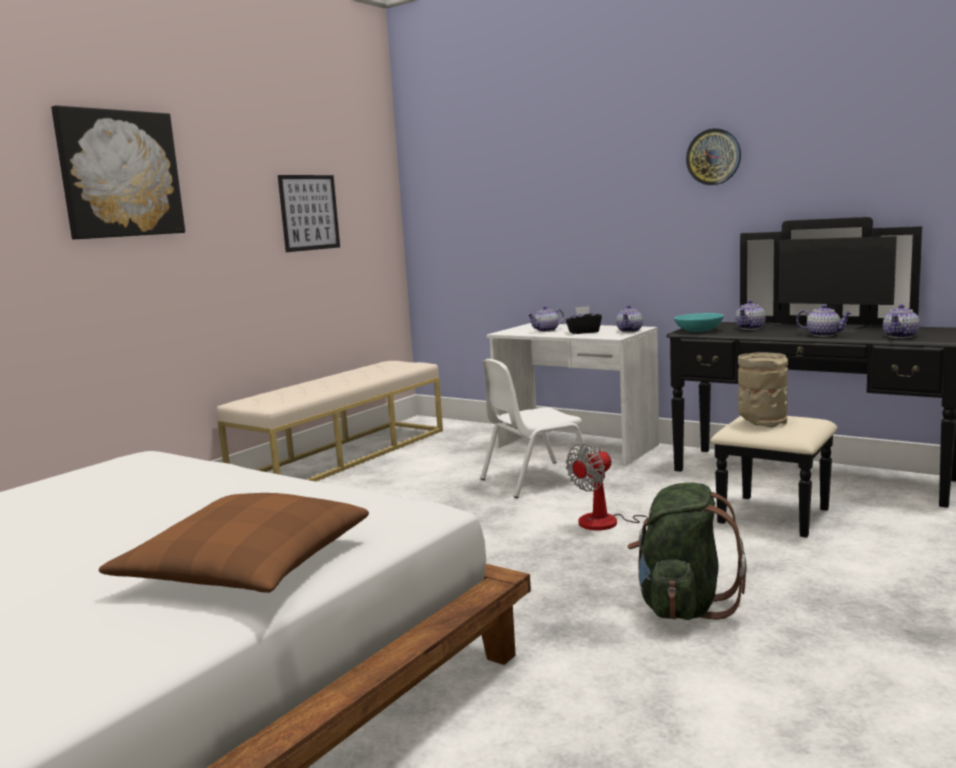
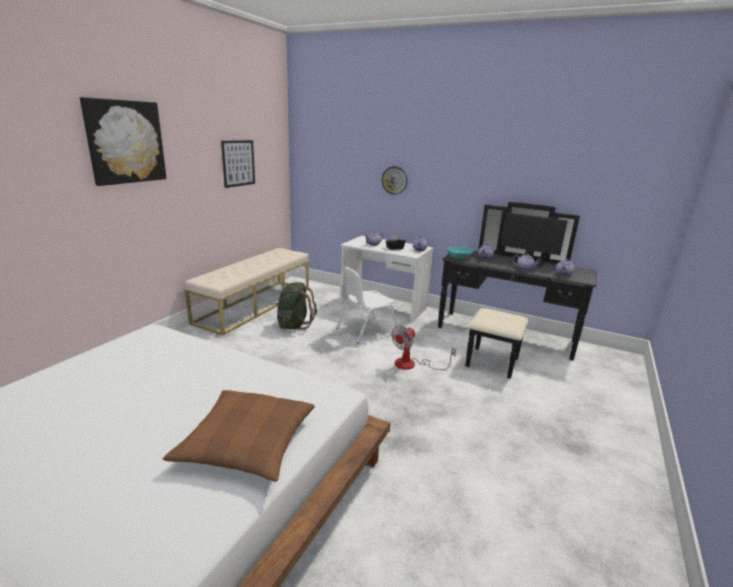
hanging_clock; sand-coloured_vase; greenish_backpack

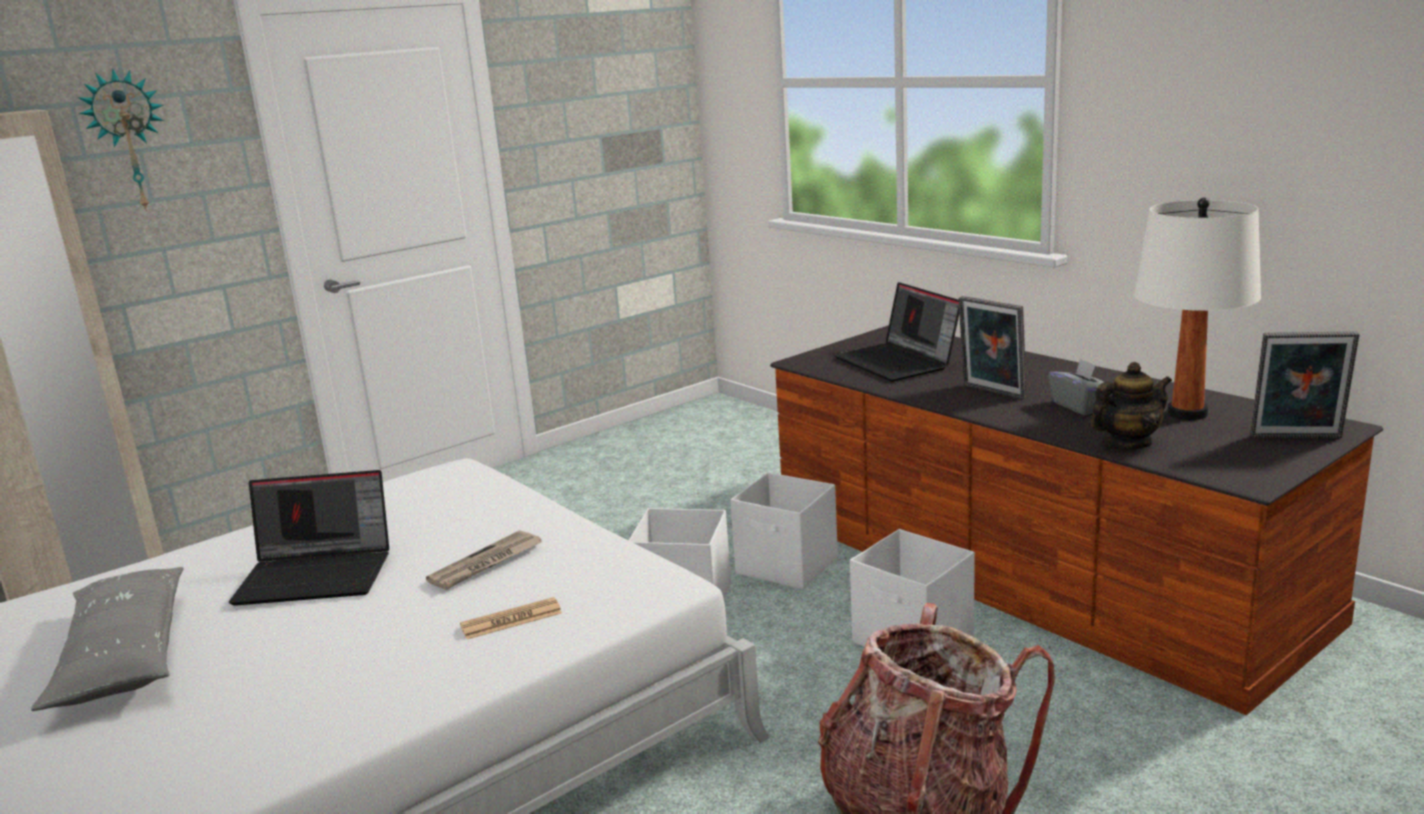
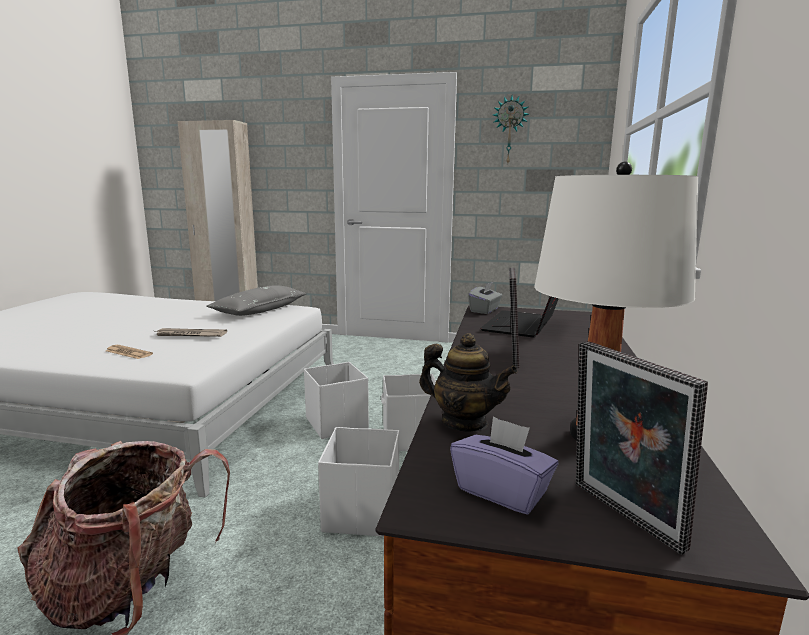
hanging_clock; gray_box_of_tissues; laptop (no. 1 from left in the first image); gray_pillow; purple-coloured_box_of_tissues

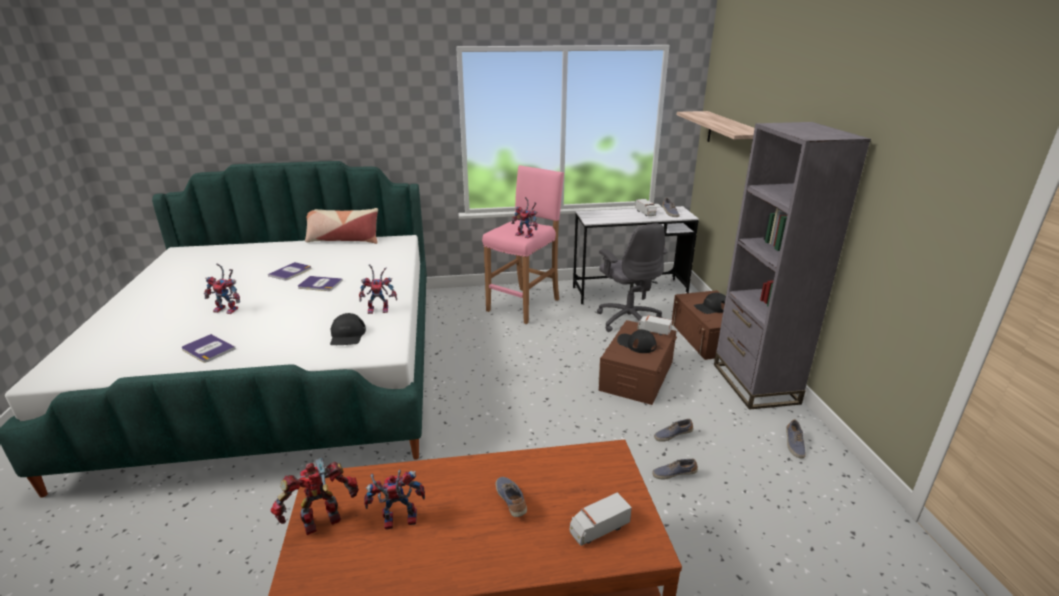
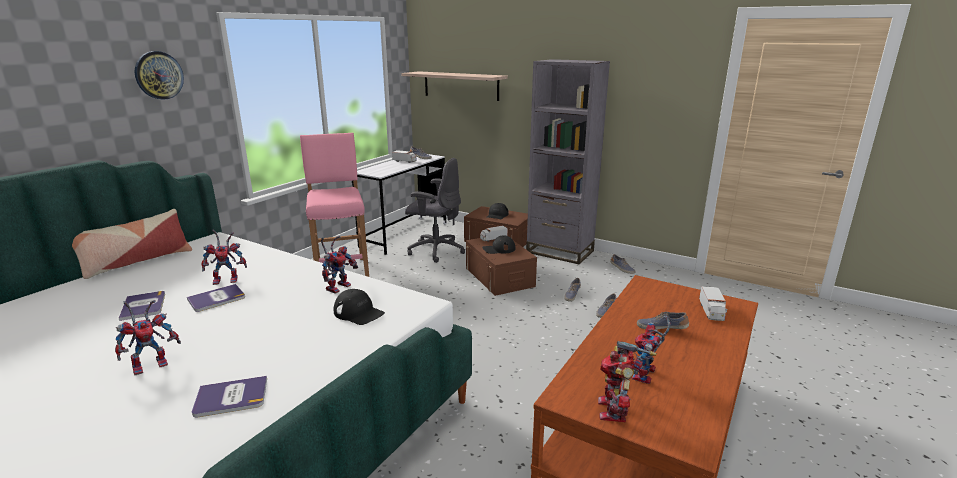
toy_robot (no. 2 from left); hanging_clock

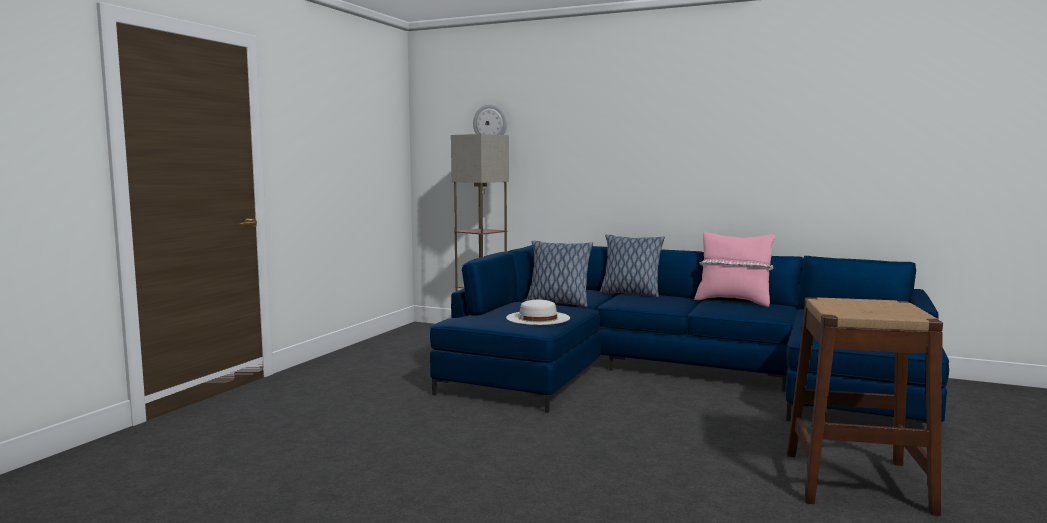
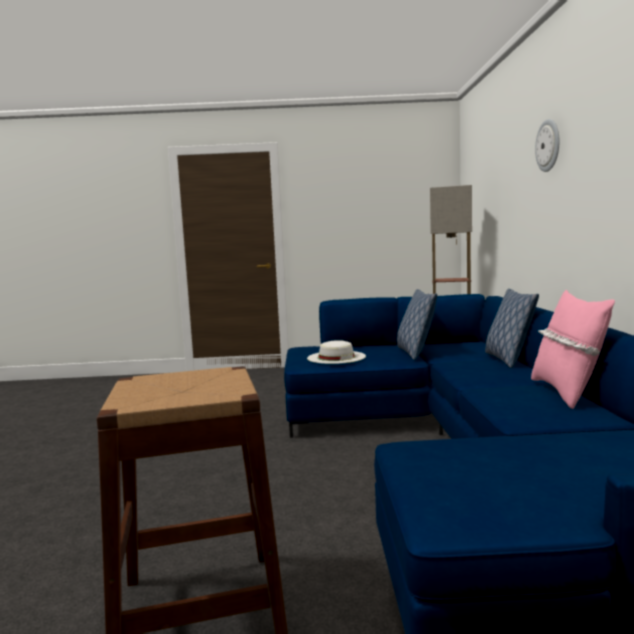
hanging_clock

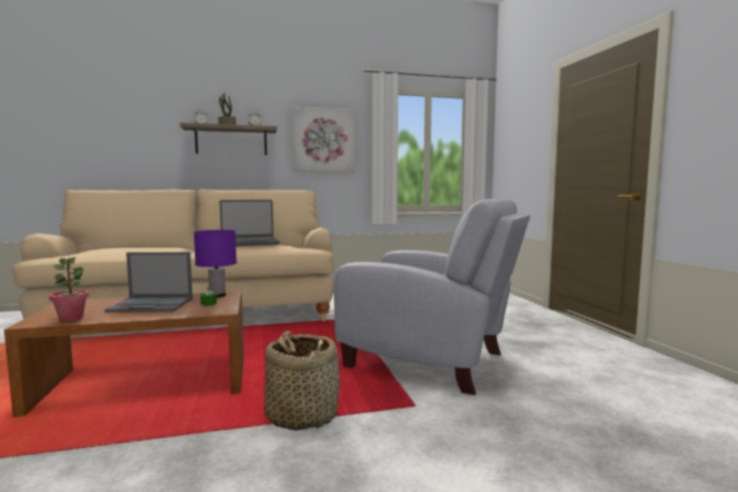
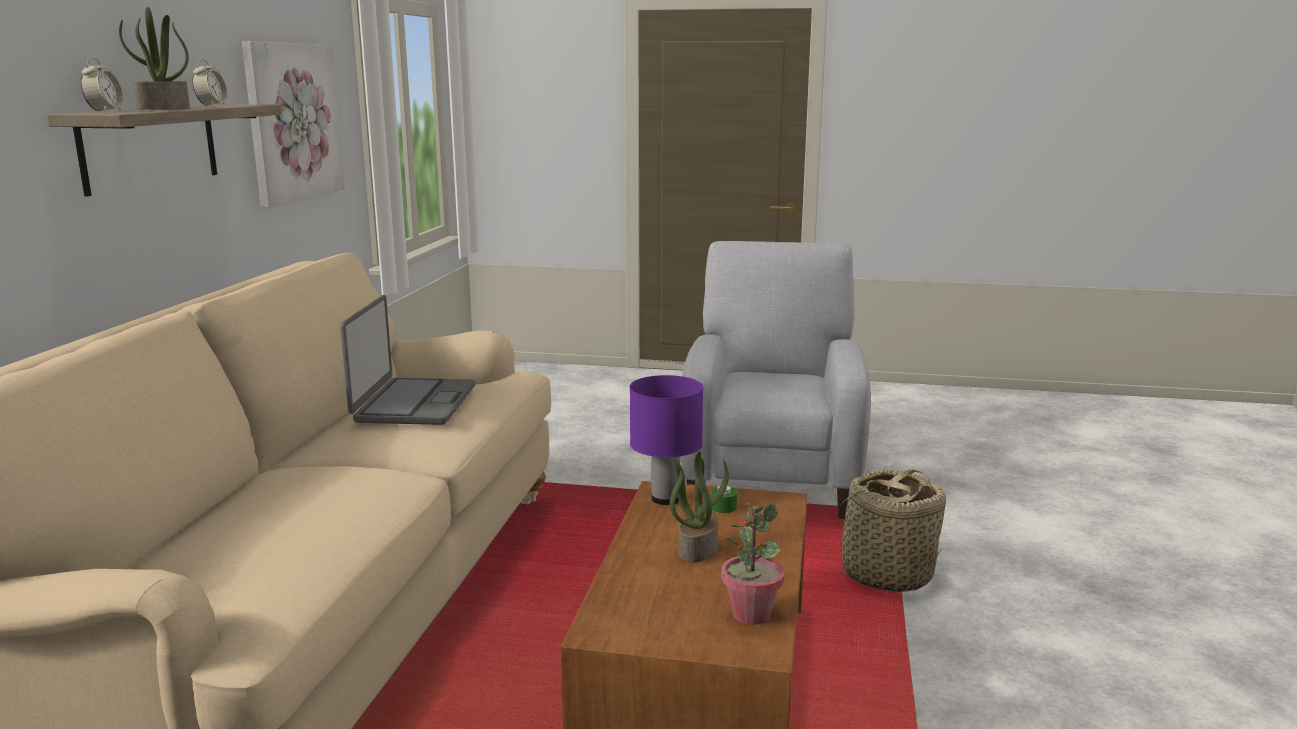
gray_easy_chair; potted_plant (no. 2 from left)

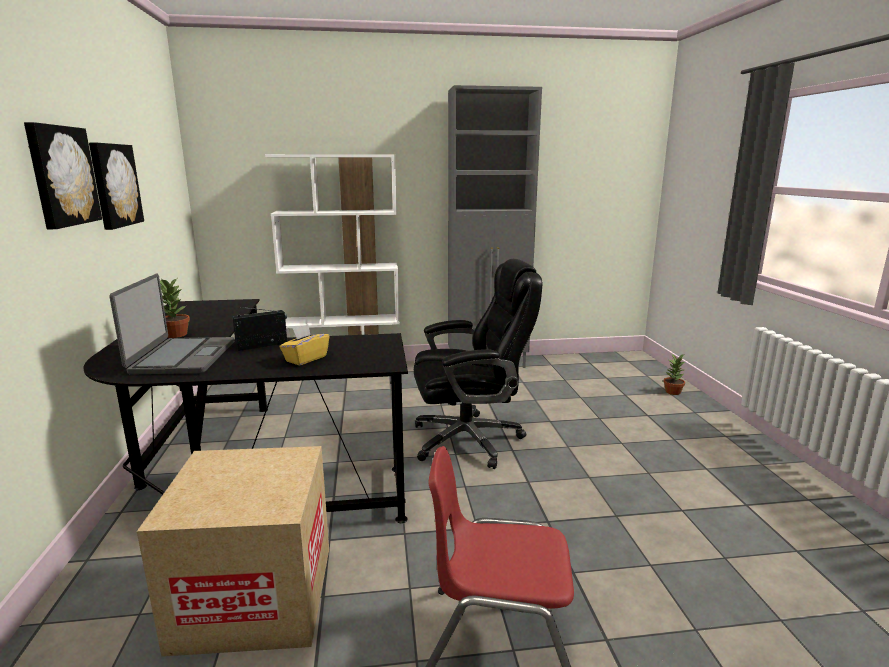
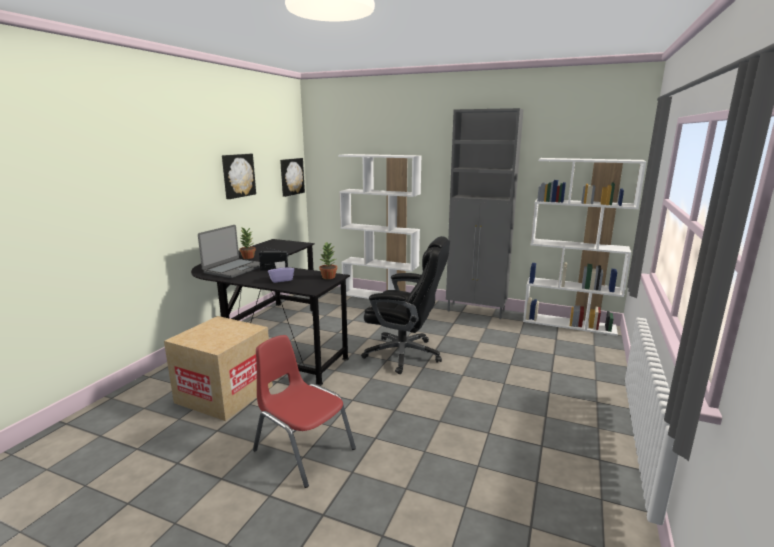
wall_art (no. 2 from left); purple-coloured_box_of_tissues; potted_plant (no. 2 from left); white-coloured_shelving_unit (no. 2 from left)

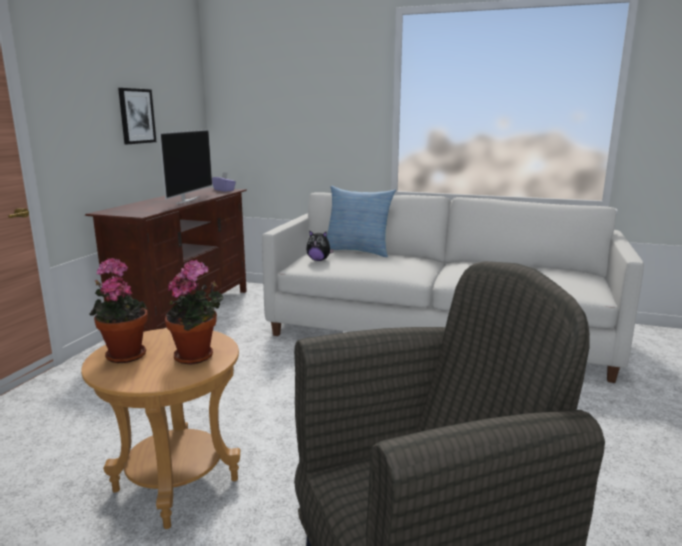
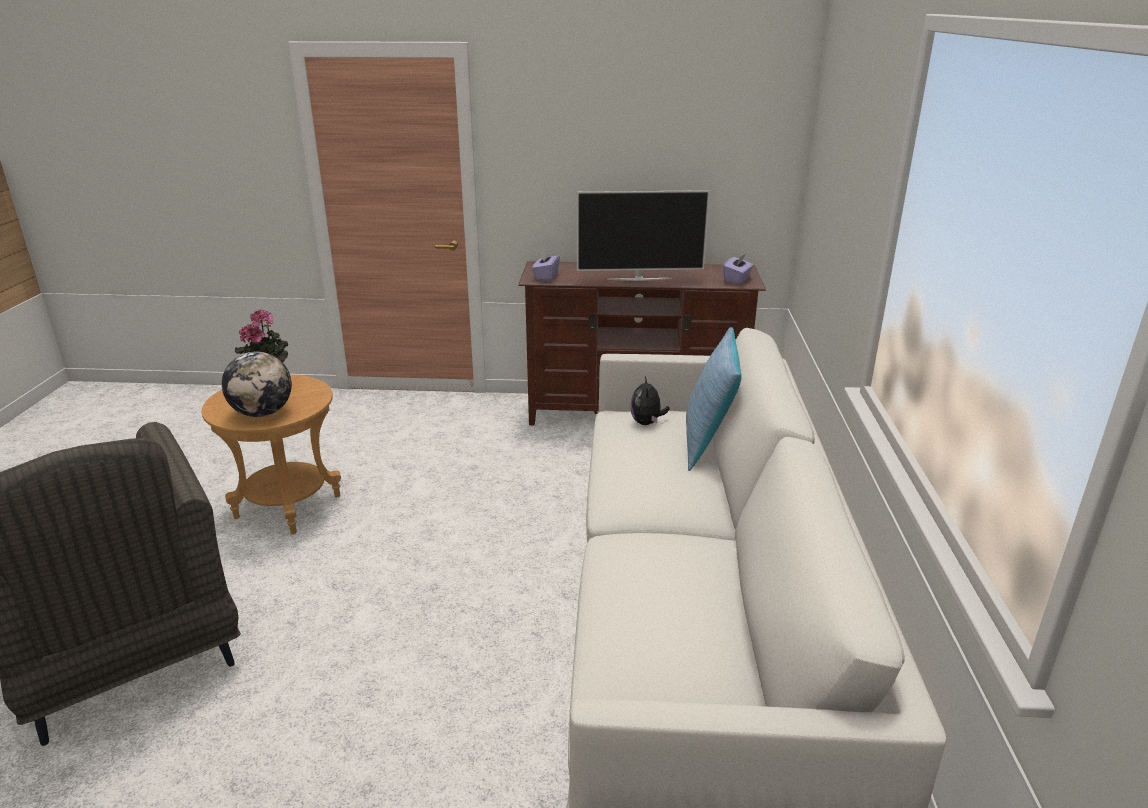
wall_art; globe; purple-coloured_box_of_tissues (no. 1 from left)

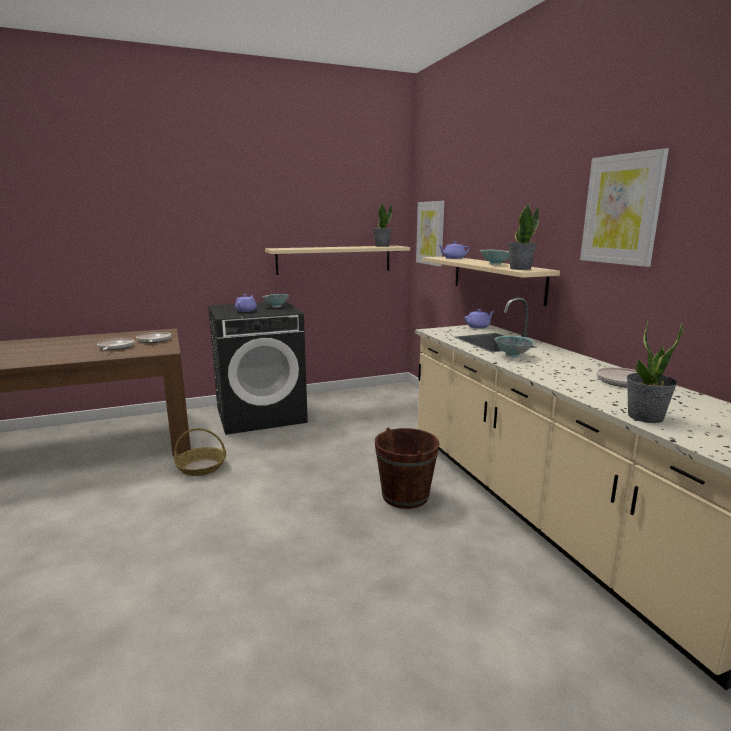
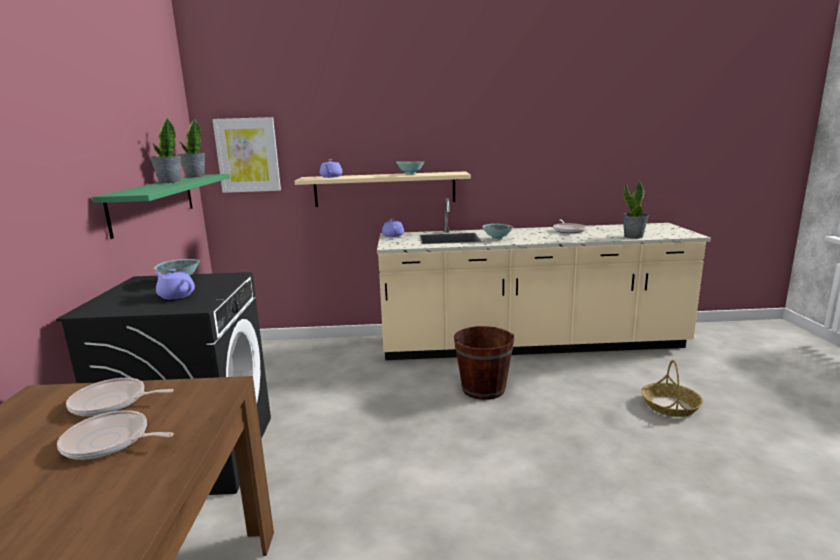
wall_art (no. 2 from left in the first image); potted_plant (no. 1 from left); greenish_shelf; storage_basket

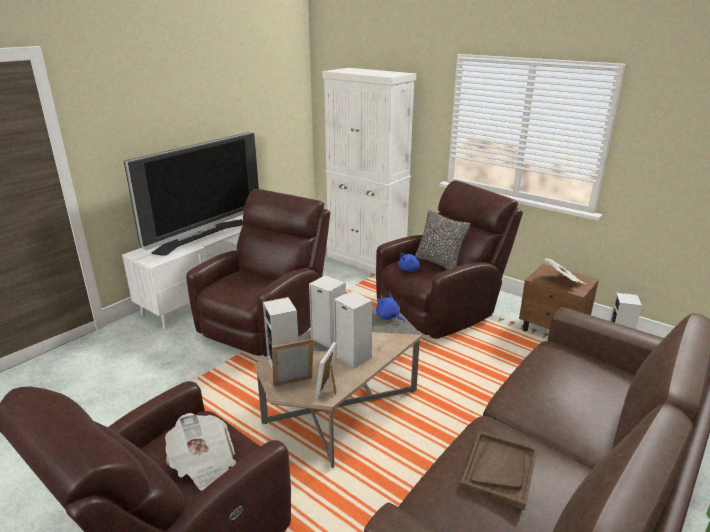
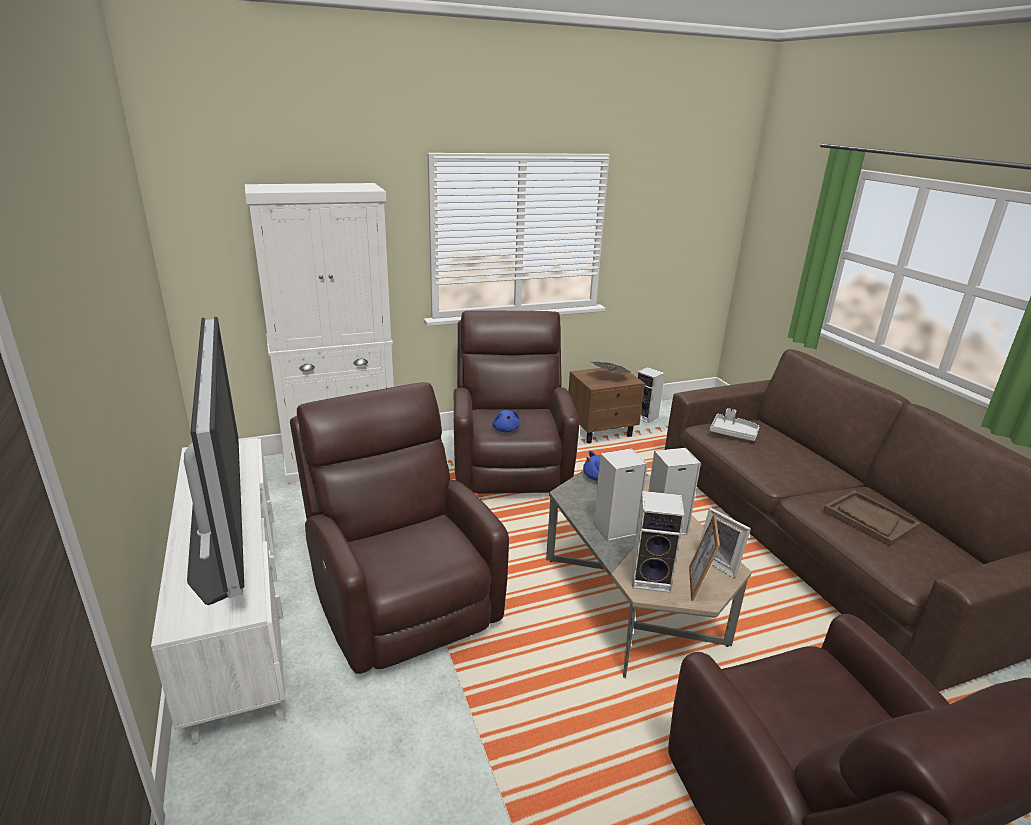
pillow; printed_paper (no. 1 from left in the first image); gray_tray

